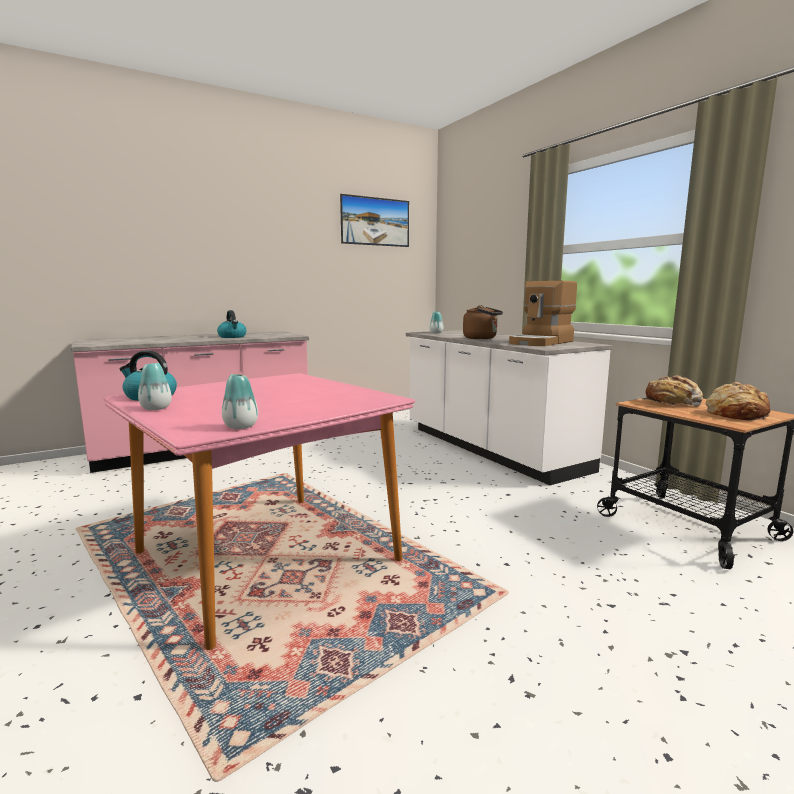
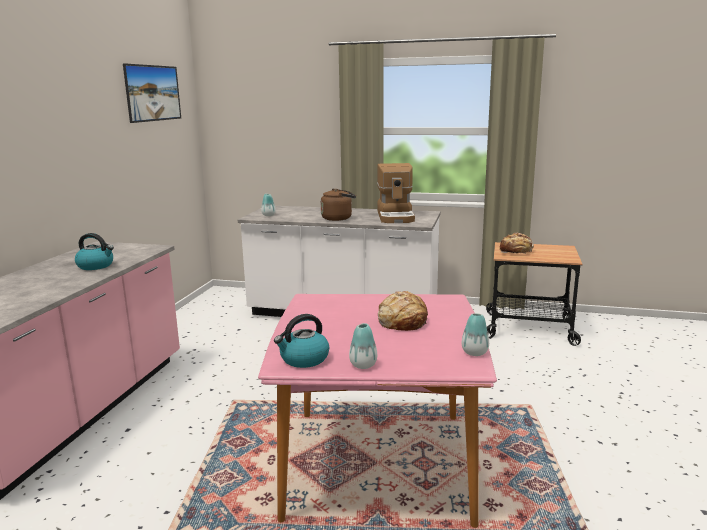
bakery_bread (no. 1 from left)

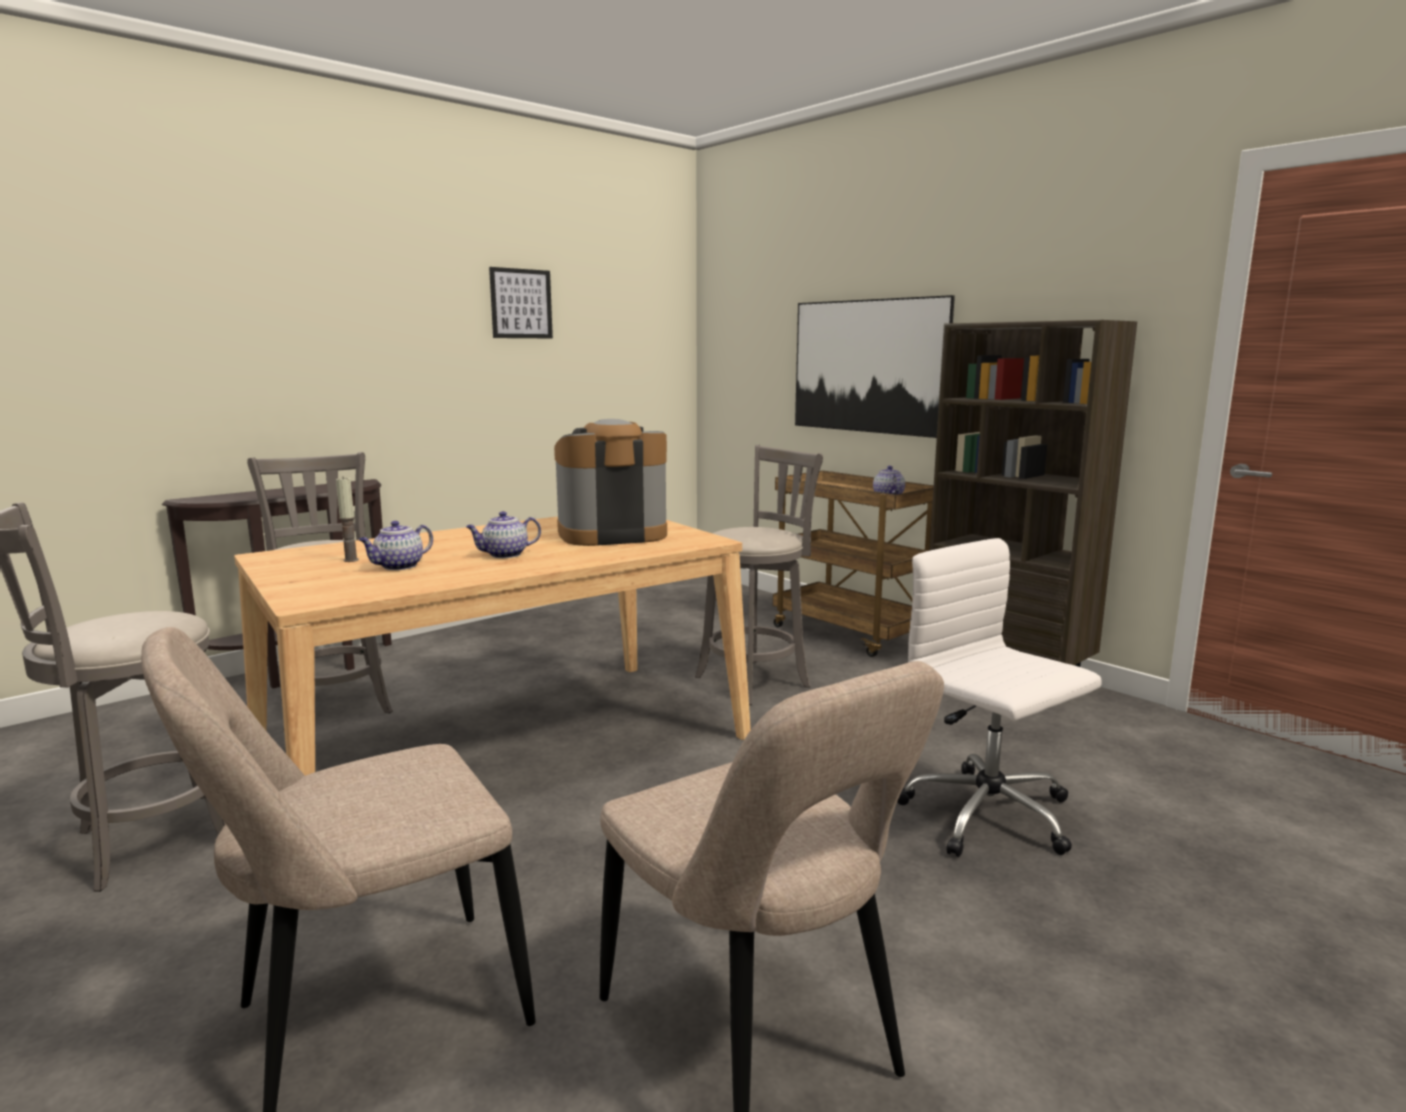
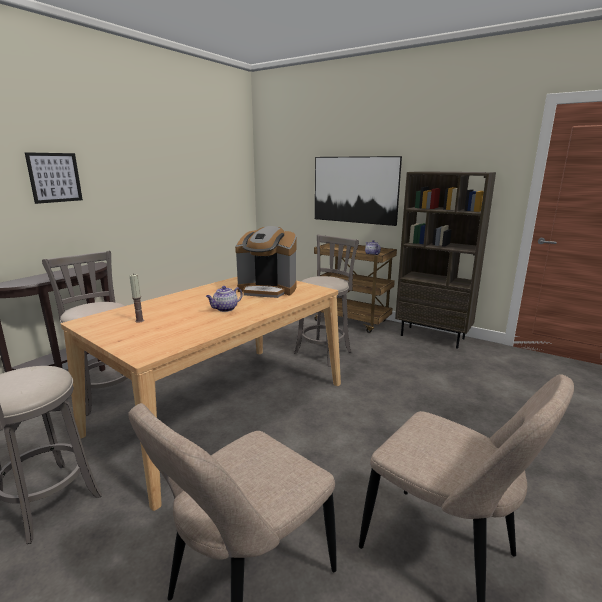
wall_art (no. 1 from left); coffee_machine; teapot (no. 1 from left in the first image); white-coloured_office_chair

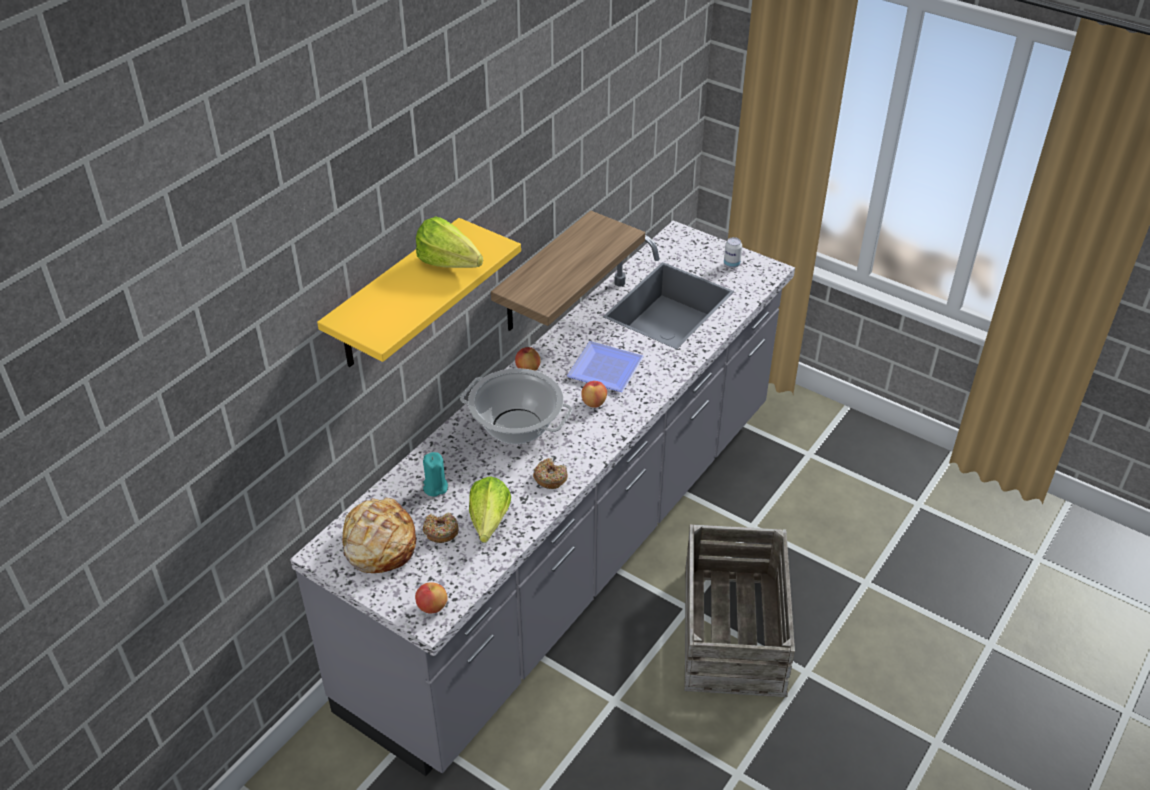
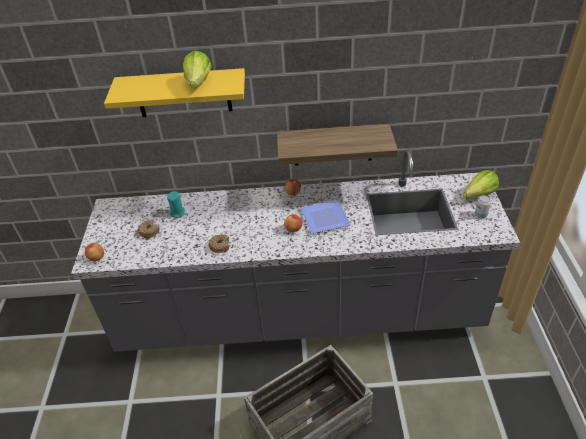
saucepot; lettuce_head (no. 2 from left); bakery_bread

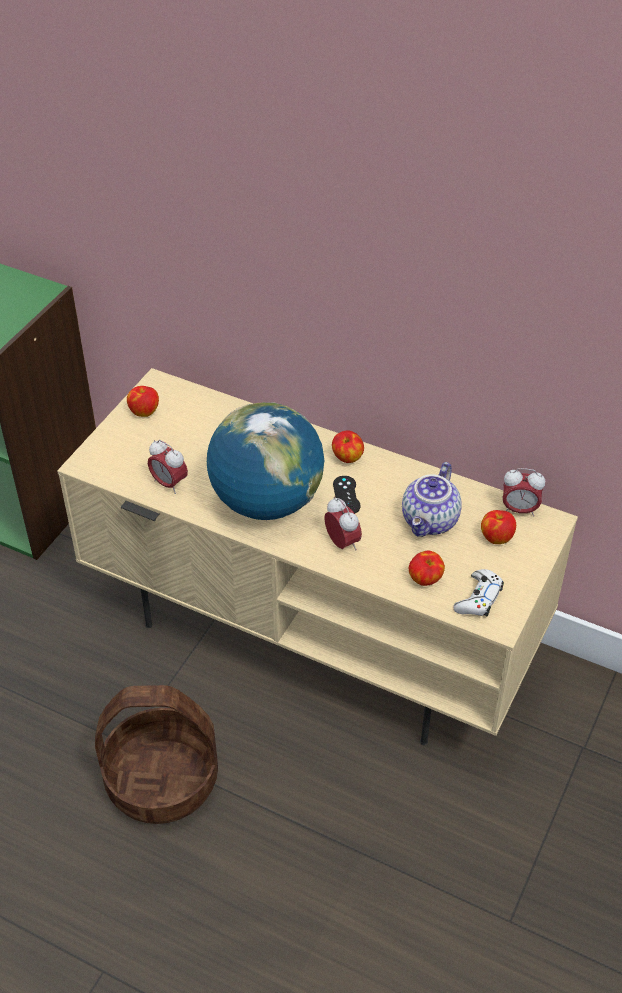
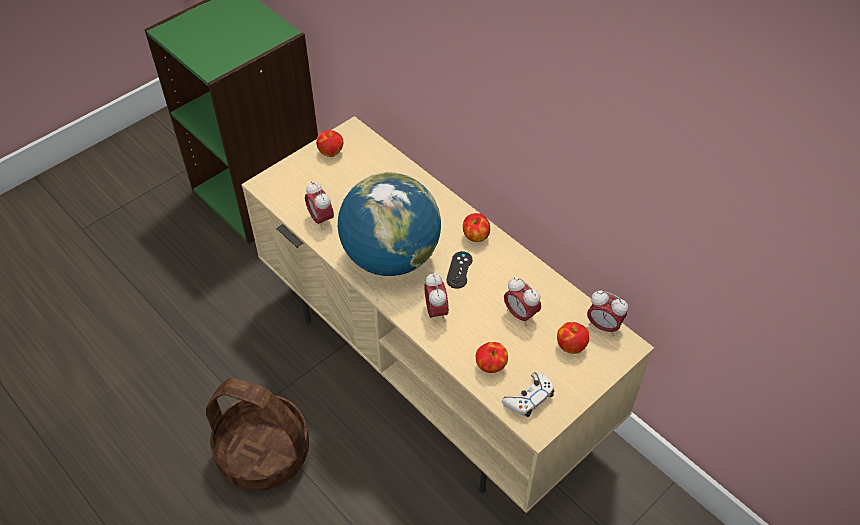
alarm_clock (no. 3 from left)

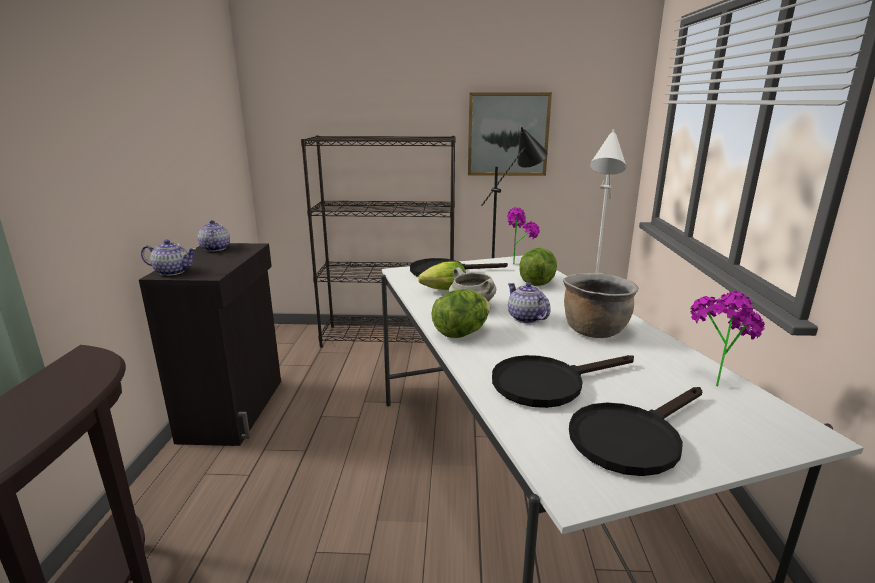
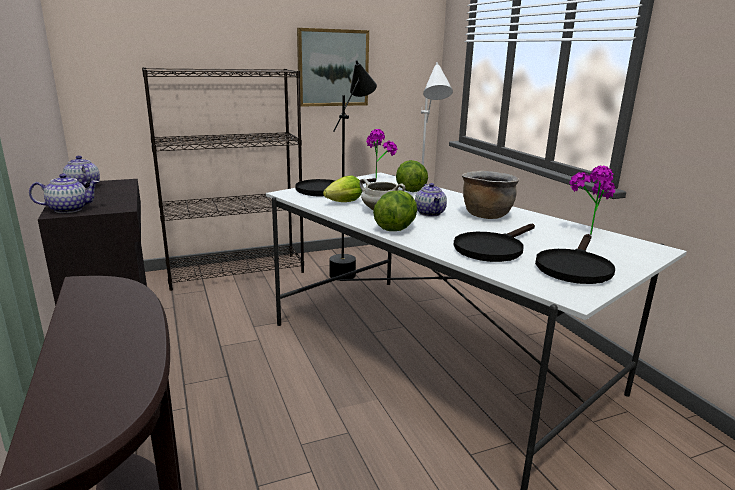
teapot (no. 3 from left)

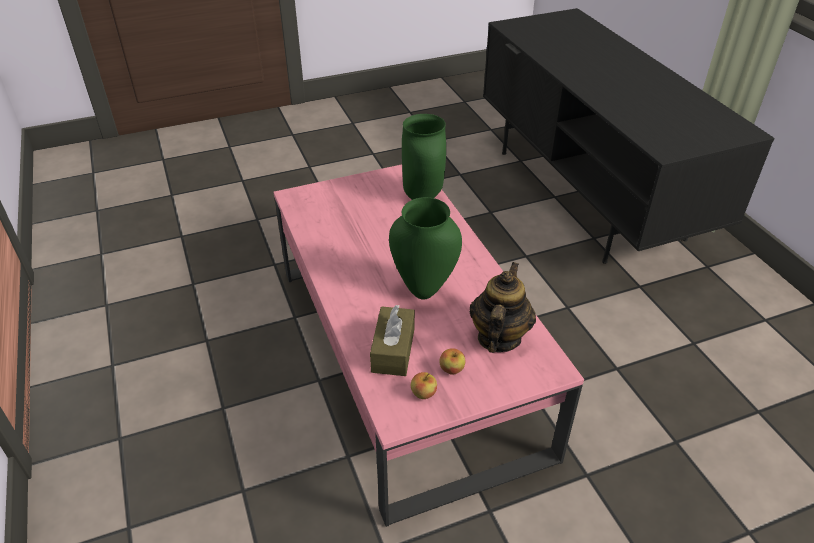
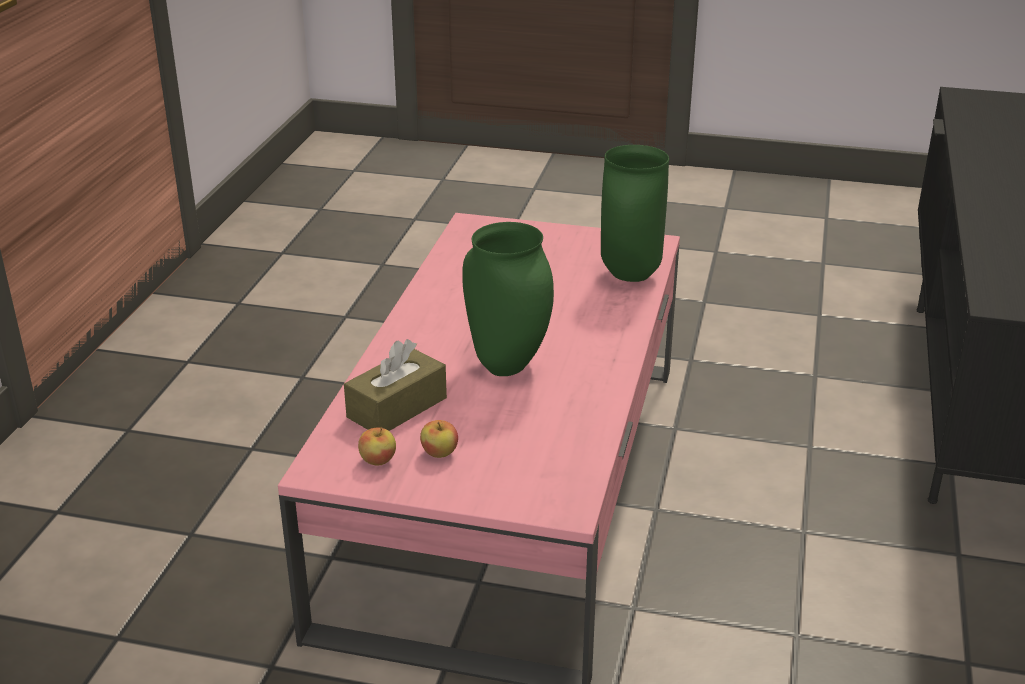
teapot

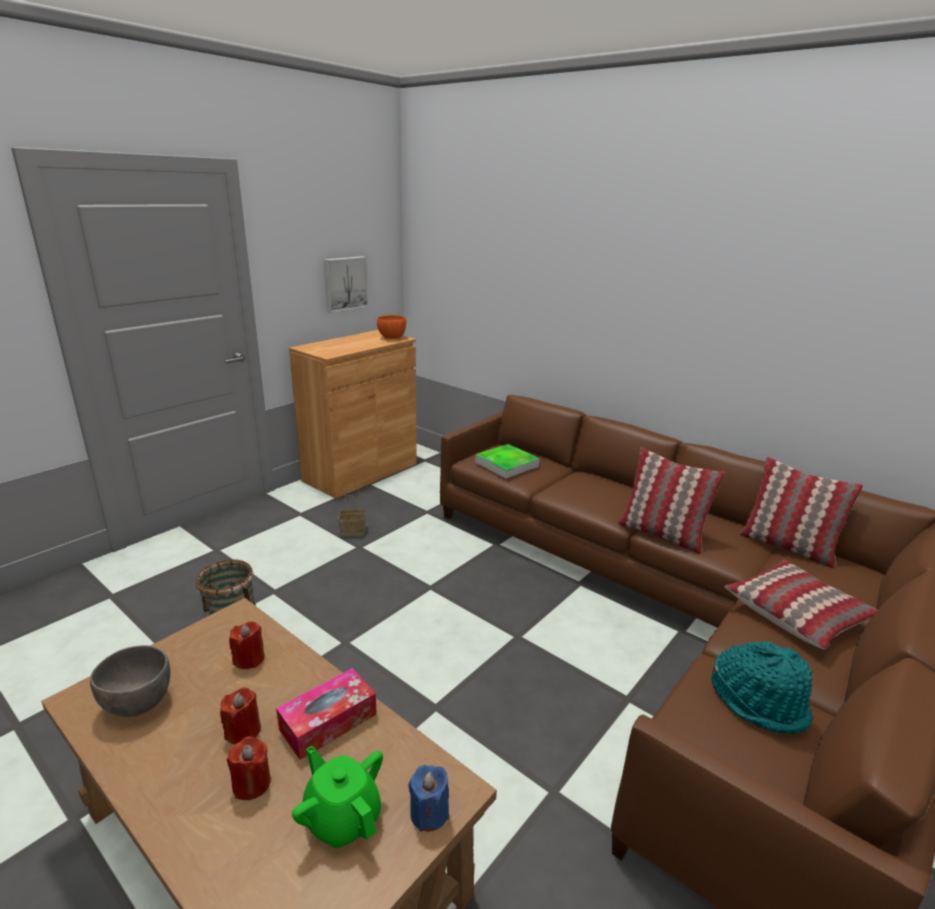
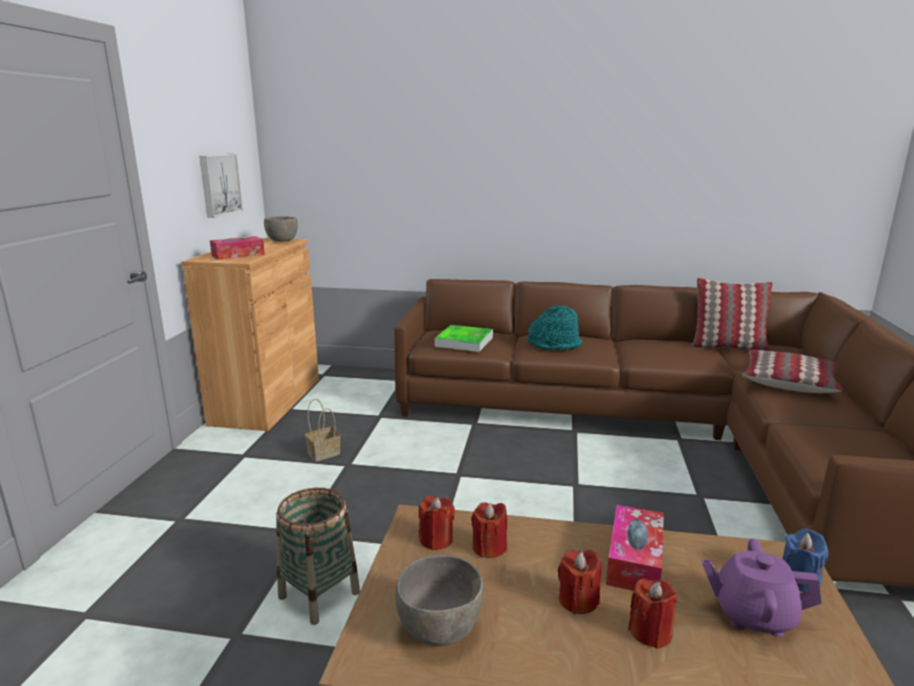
gray_serving_bowl (no. 1 from left); pillow (no. 1 from left in the first image); turquoise-coloured_clothing_hat; purple-coloured_teapot; box_of_tissues (no. 1 from left); red_candle (no. 1 from left)

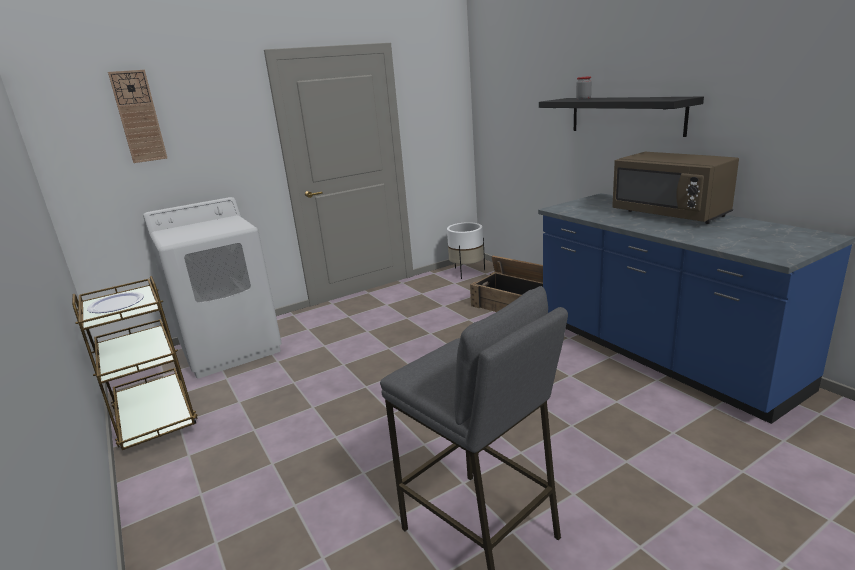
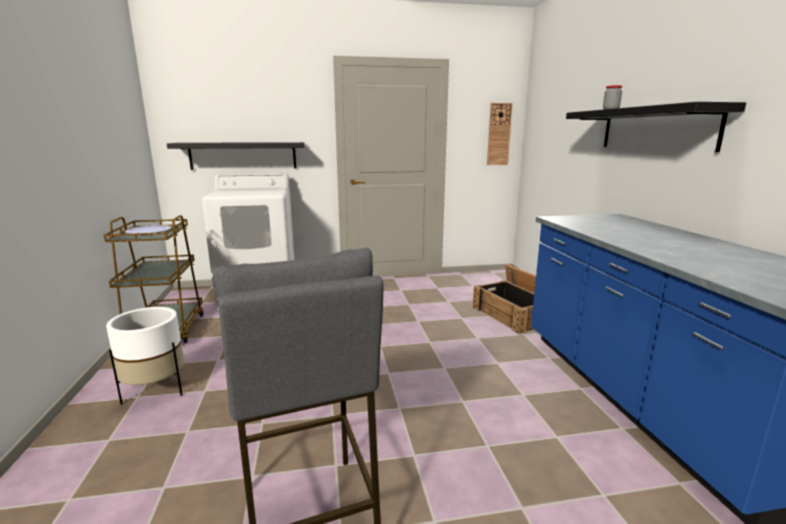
hanging_clock; brown_microwave; white-coloured_planter; black-coloured_shelf (no. 1 from left)

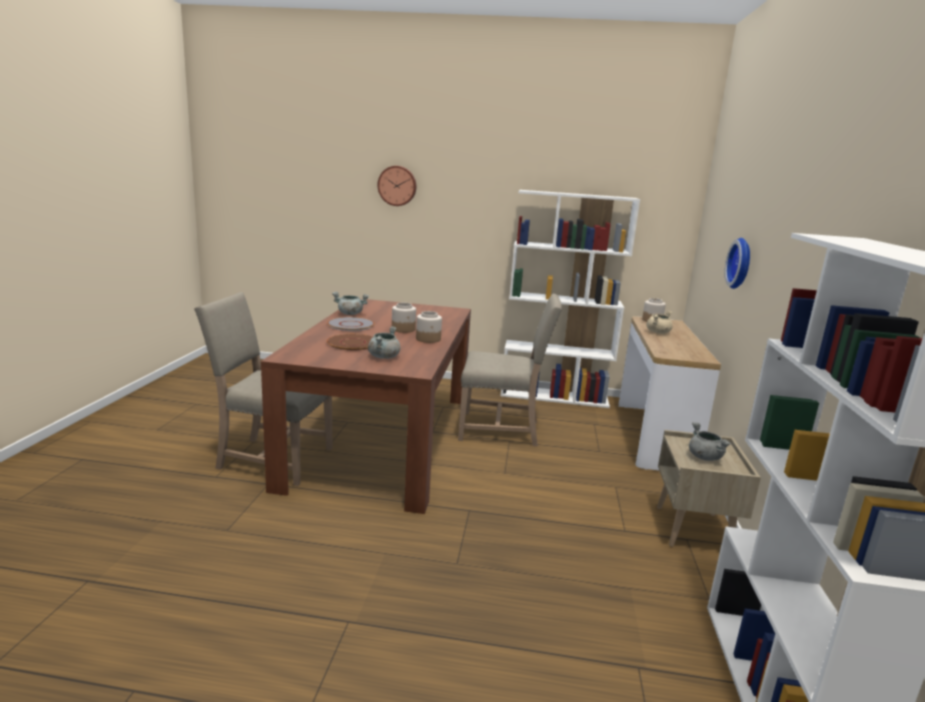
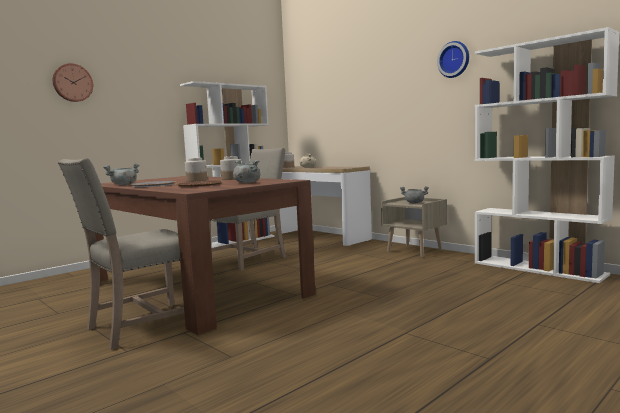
hanging_clock (no. 2 from left)

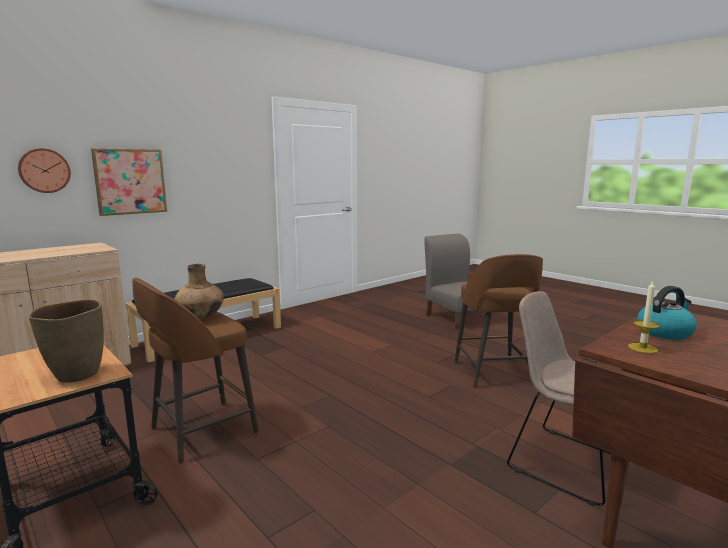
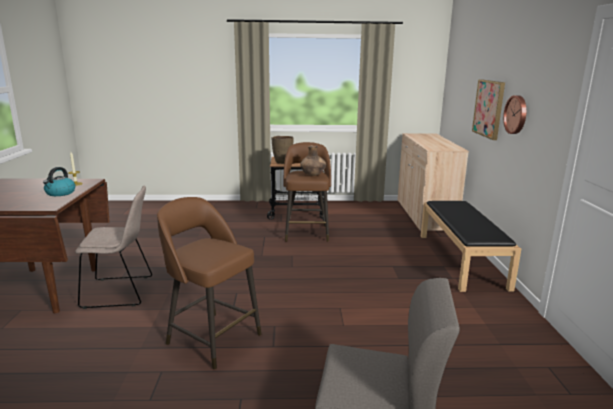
hanging_clock

